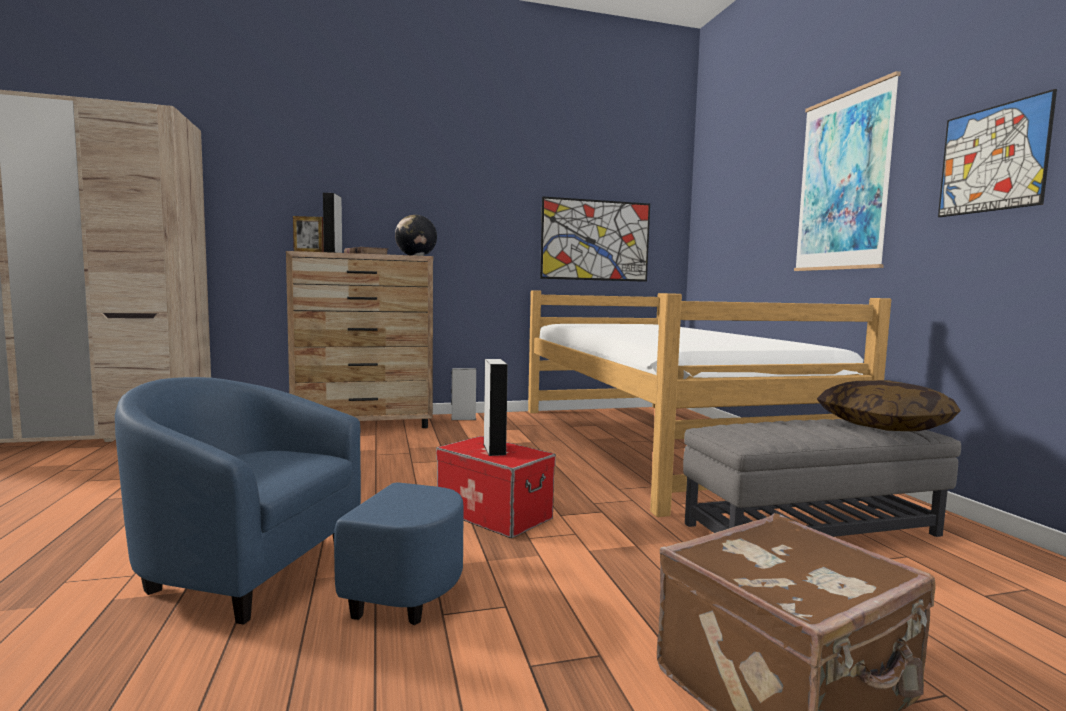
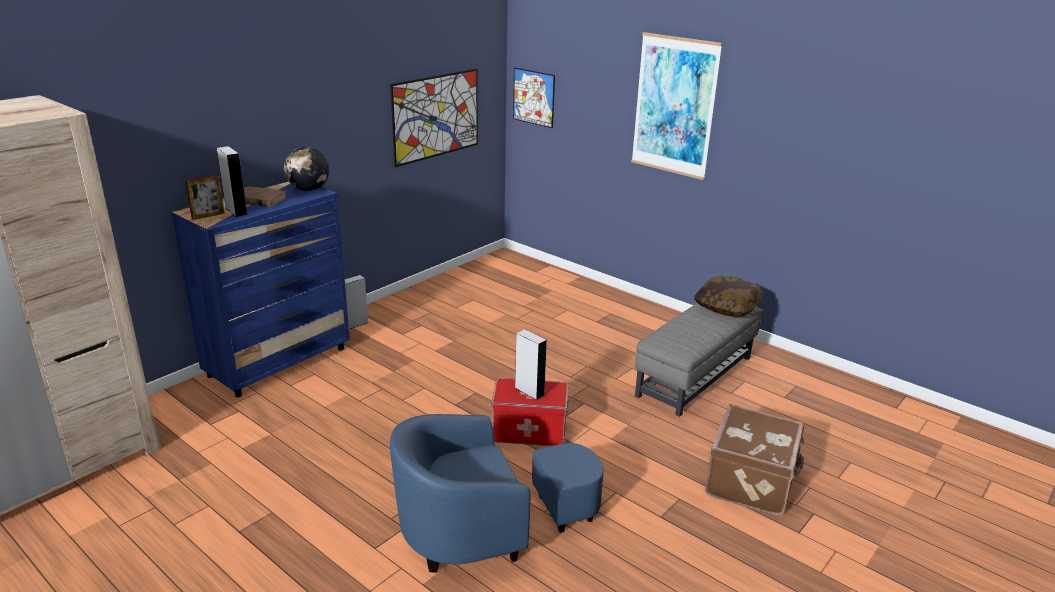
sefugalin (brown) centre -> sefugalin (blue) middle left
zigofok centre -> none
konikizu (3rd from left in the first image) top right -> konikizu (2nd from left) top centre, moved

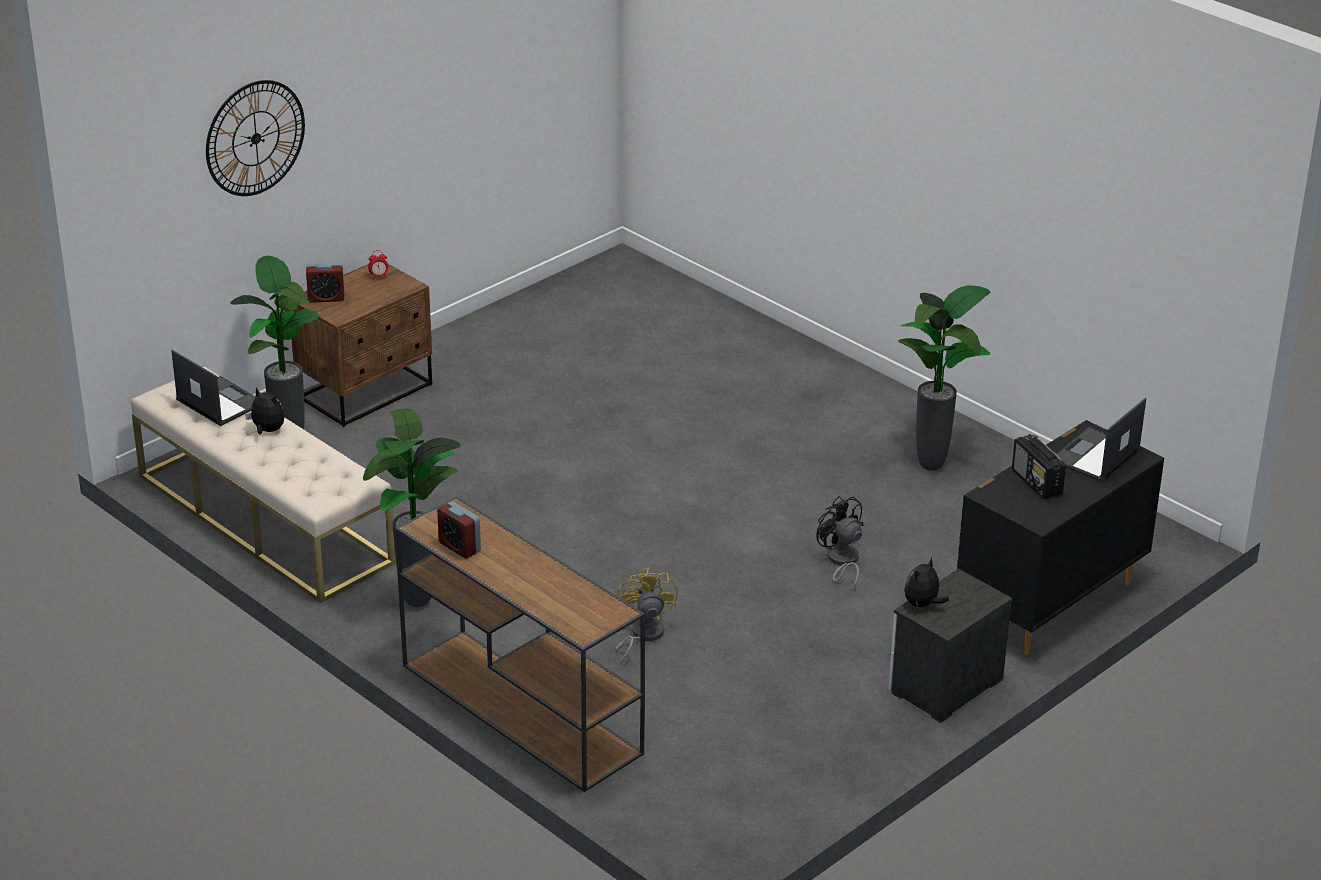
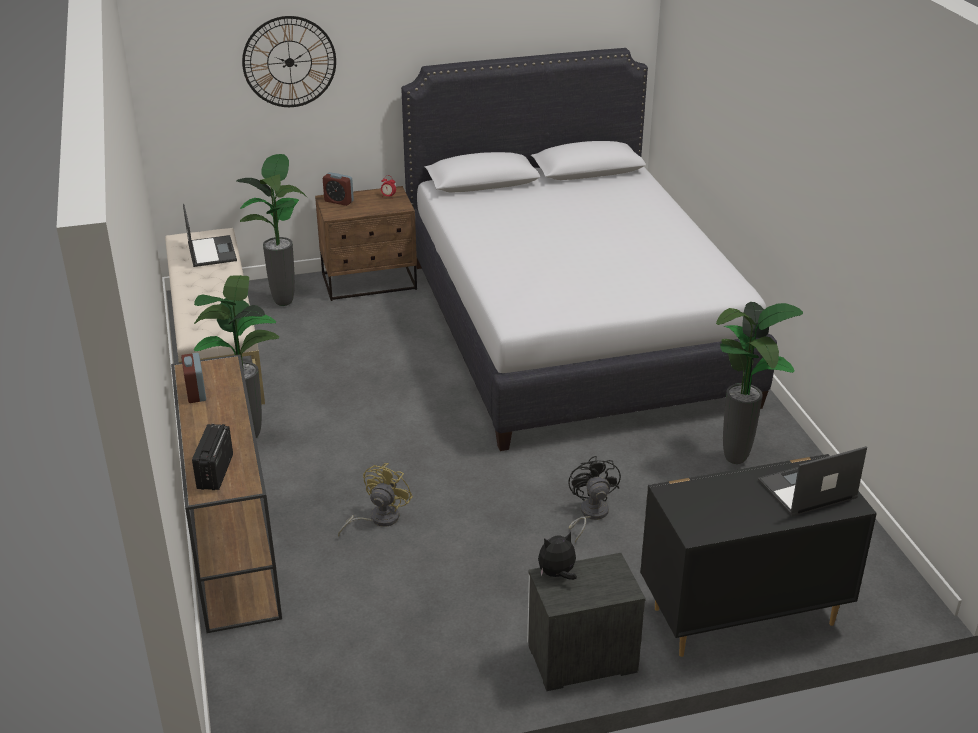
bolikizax (1st from left) middle left -> none
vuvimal middle right -> vuvimal middle left, moved
none -> zigofok (white) centre

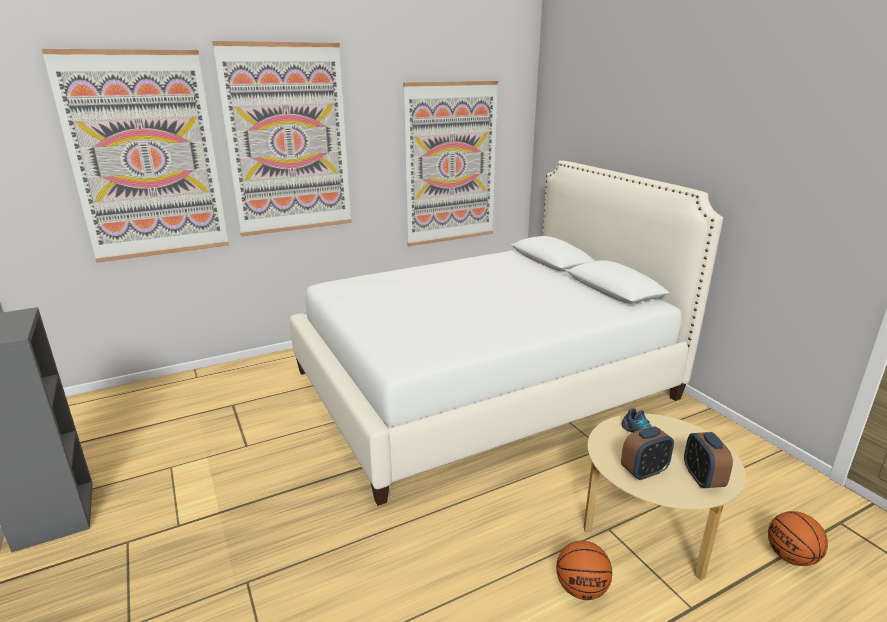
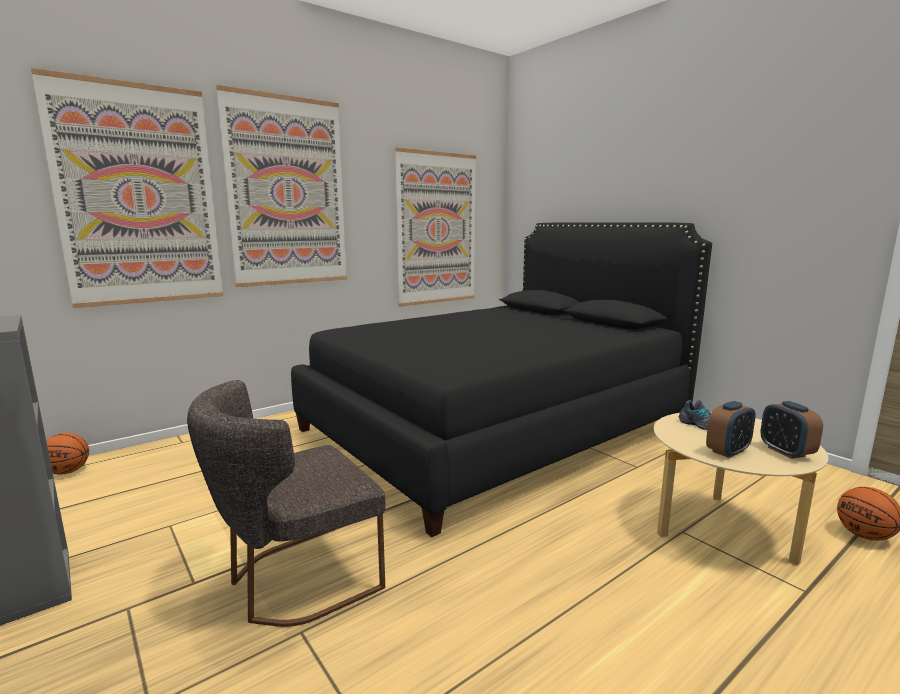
zigofok (white) centre -> zigofok (black) centre
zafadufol (1st from left) bottom centre -> zafadufol (1st from left) middle left, moved
none -> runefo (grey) bottom left

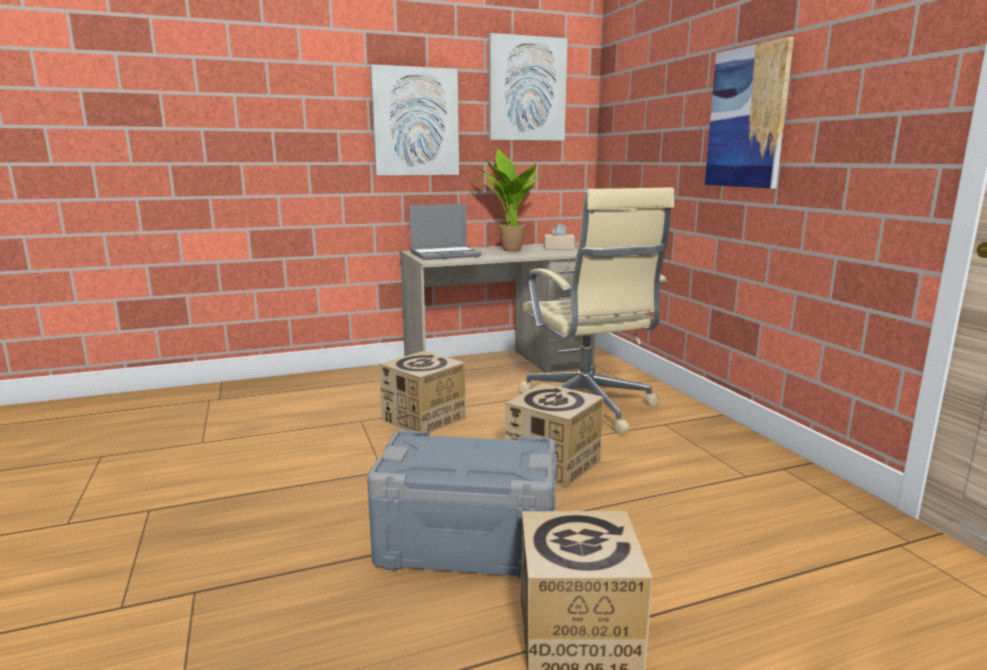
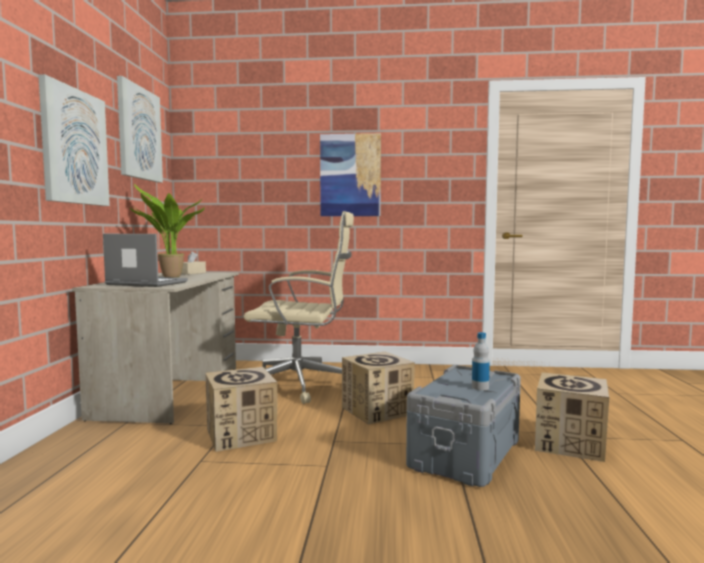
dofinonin centre -> dofinonin middle left, 75 degrees counterclockwise
none -> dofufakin middle right

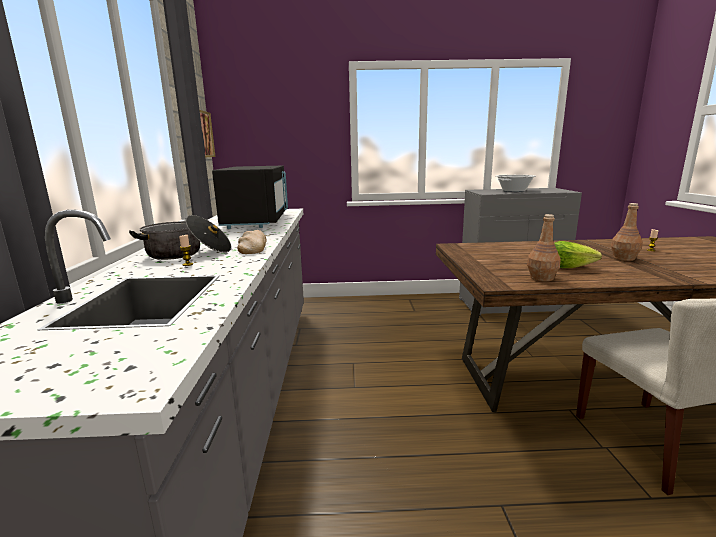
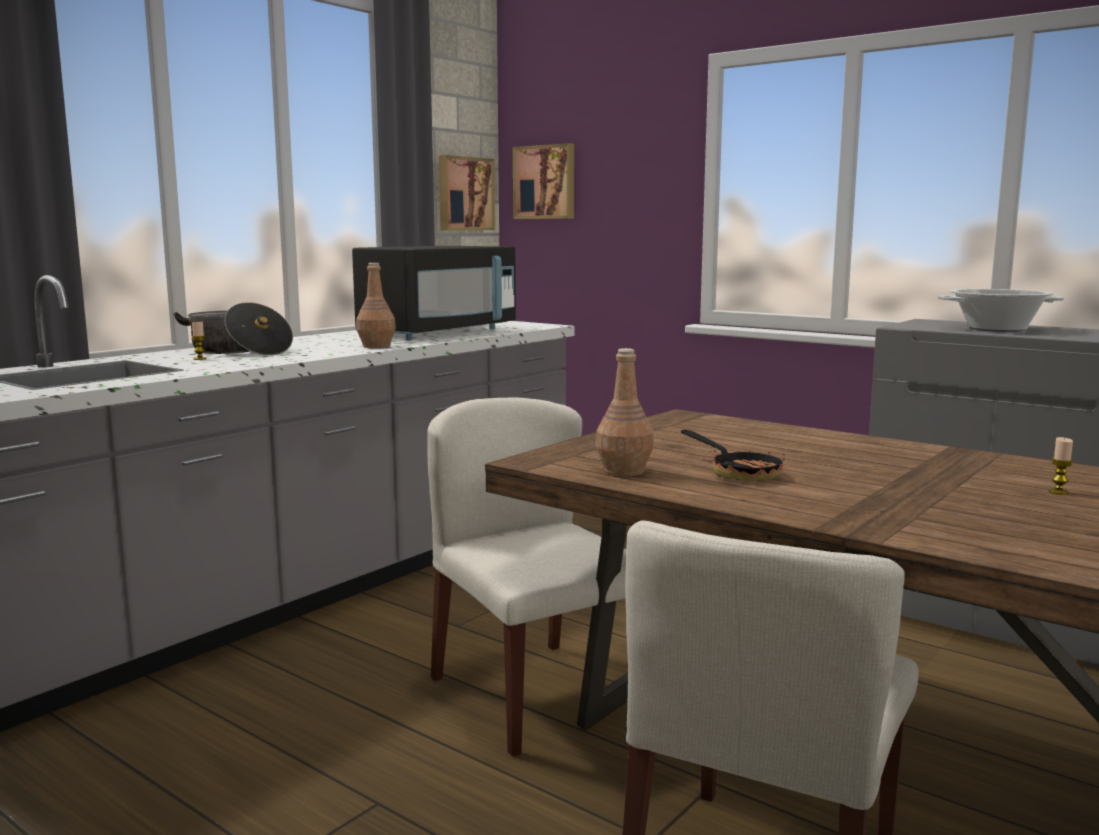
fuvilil centre -> none
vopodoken middle right -> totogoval middle right
dofufakin (brown) (2nd from left in the first image) middle right -> dofufakin (brown) (1st from left) centre, moved
none -> runefo (beige) (1st from left) bottom centre
none -> konikizu (2nd from left) top centre

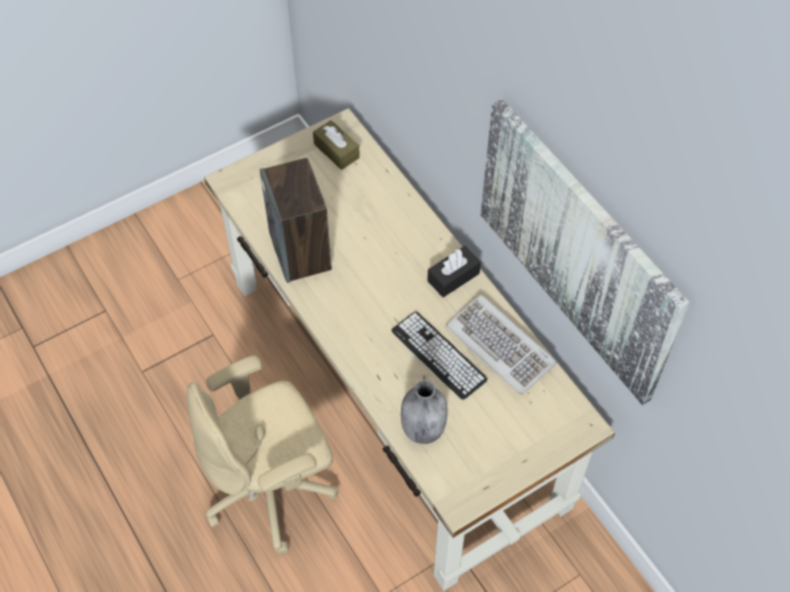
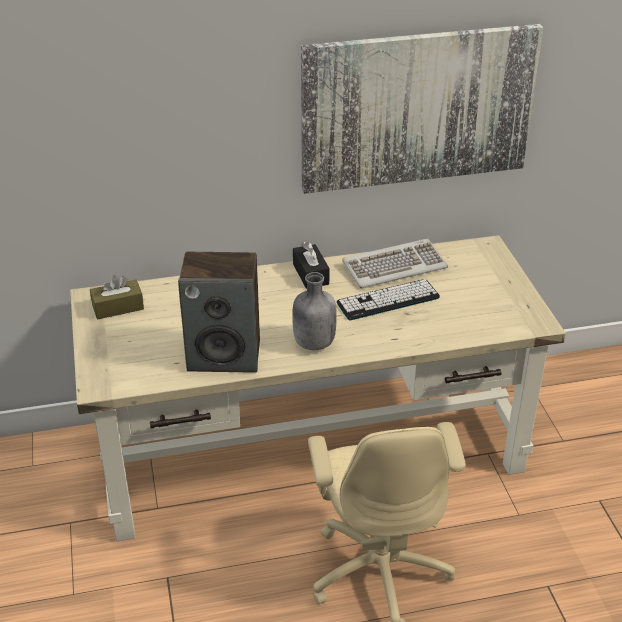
dofufakin (grey) bottom centre -> dofufakin (grey) centre, moved

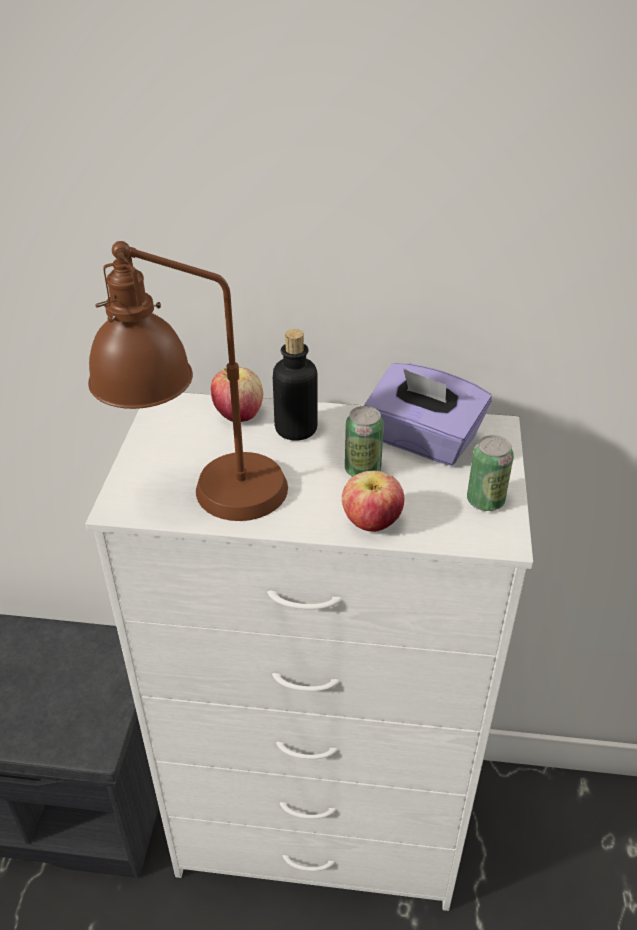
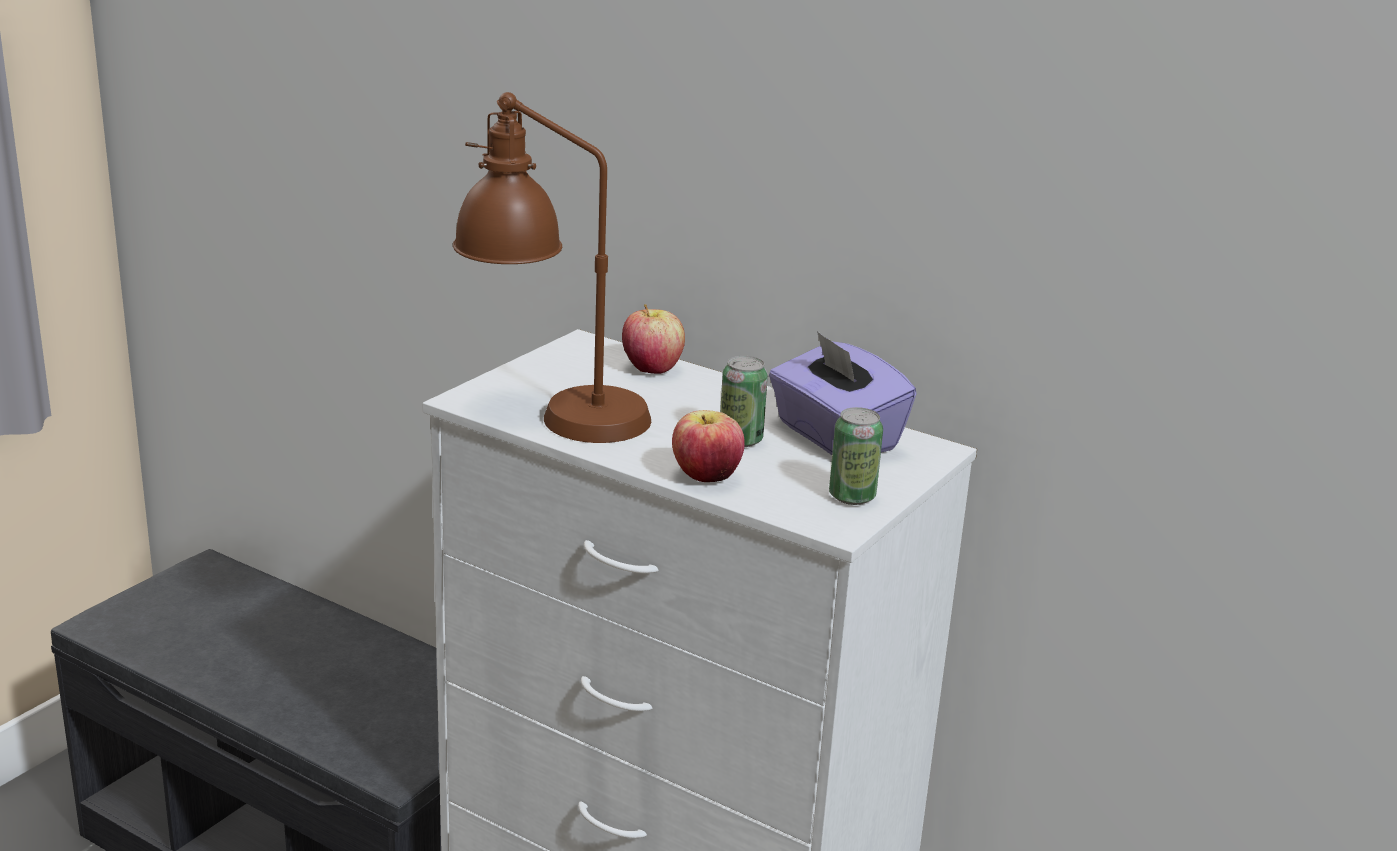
dofufakin centre -> none

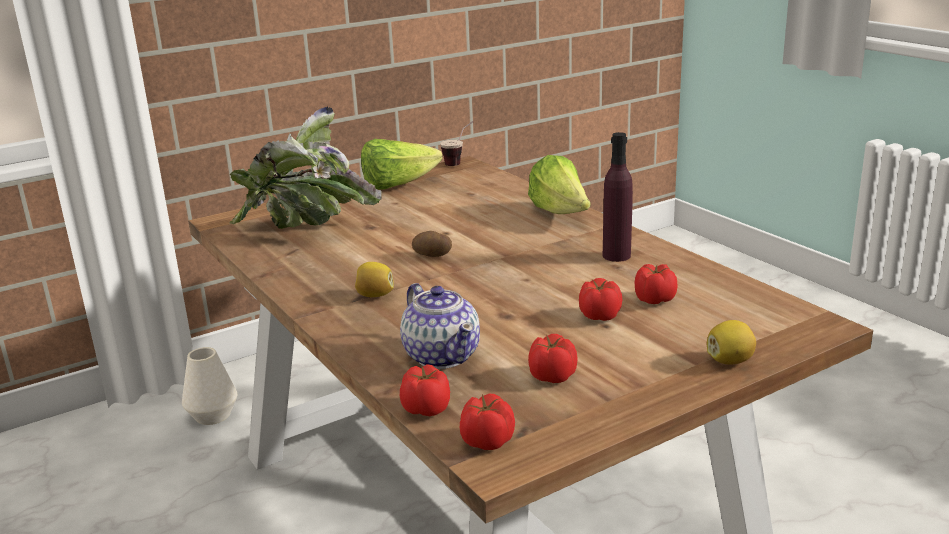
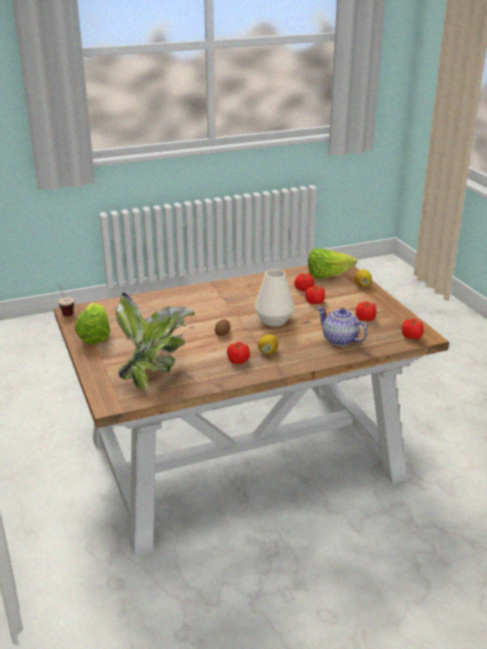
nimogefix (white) bottom left -> nimogefix (white) centre, moved
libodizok centre -> libodizok middle right, 120 degrees counterclockwise
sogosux (1st from left) bottom centre -> sogosux (1st from left) centre, moved
vopodoken (2nd from left) centre -> vopodoken (2nd from left) middle right, moved
dofufakin (purple) centre -> none

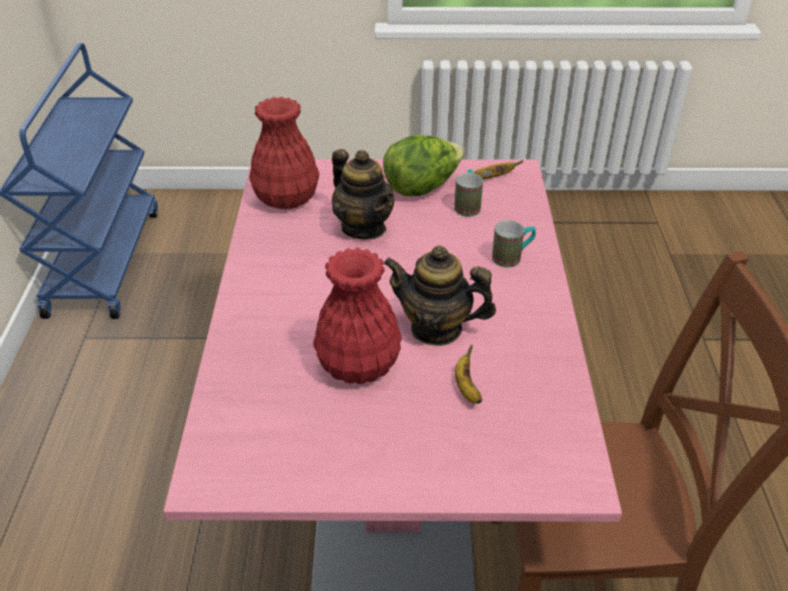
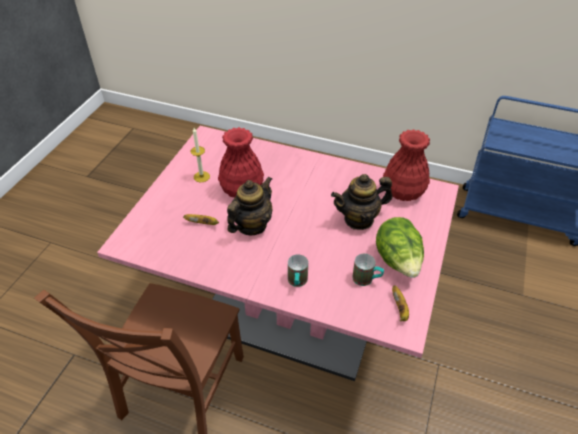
none -> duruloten centre

